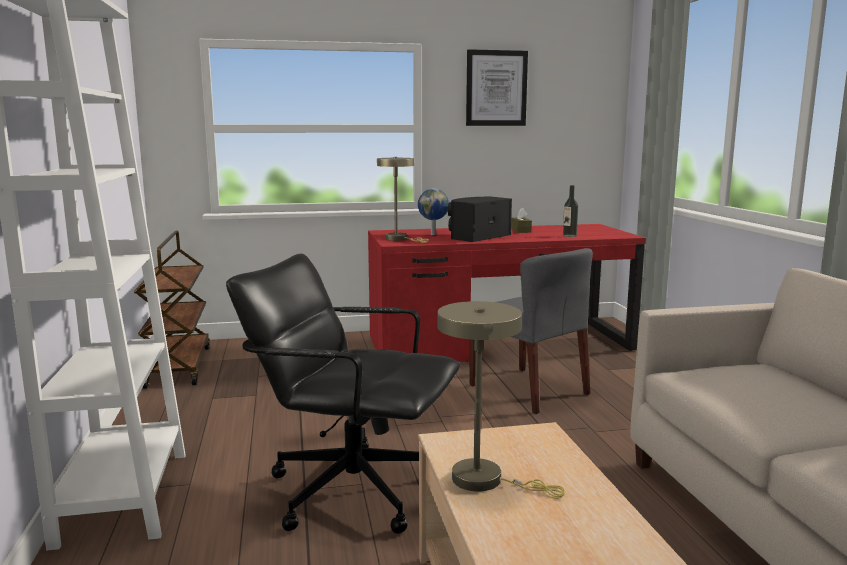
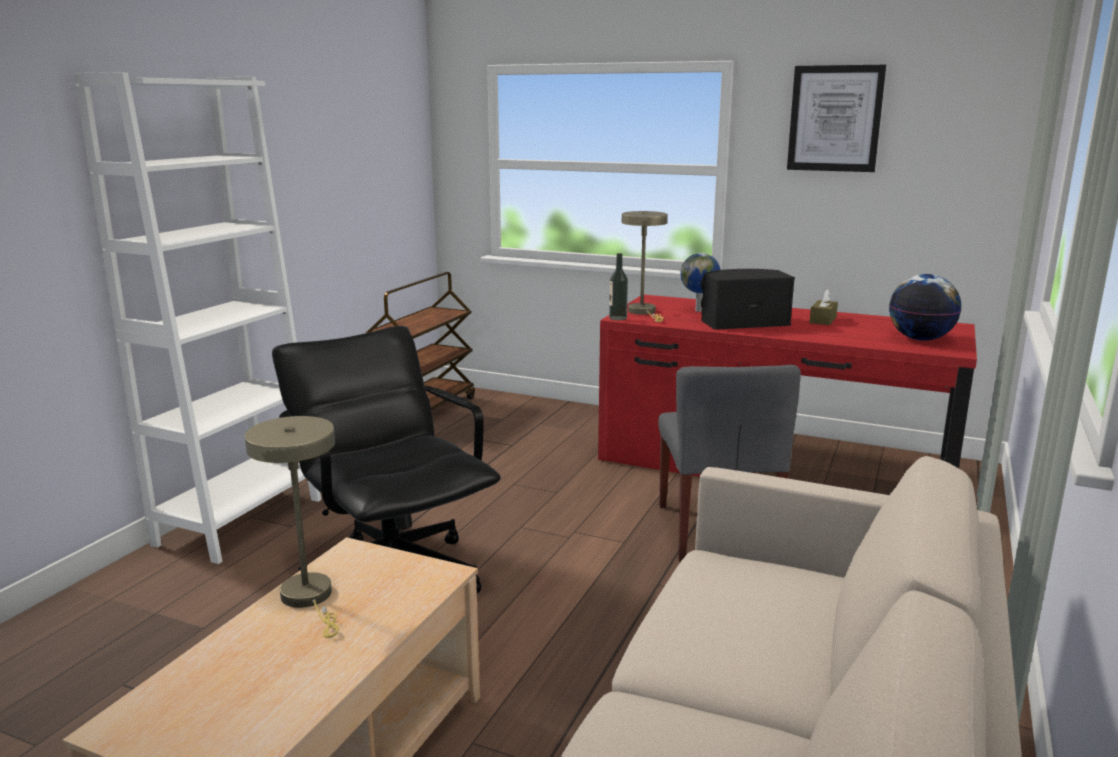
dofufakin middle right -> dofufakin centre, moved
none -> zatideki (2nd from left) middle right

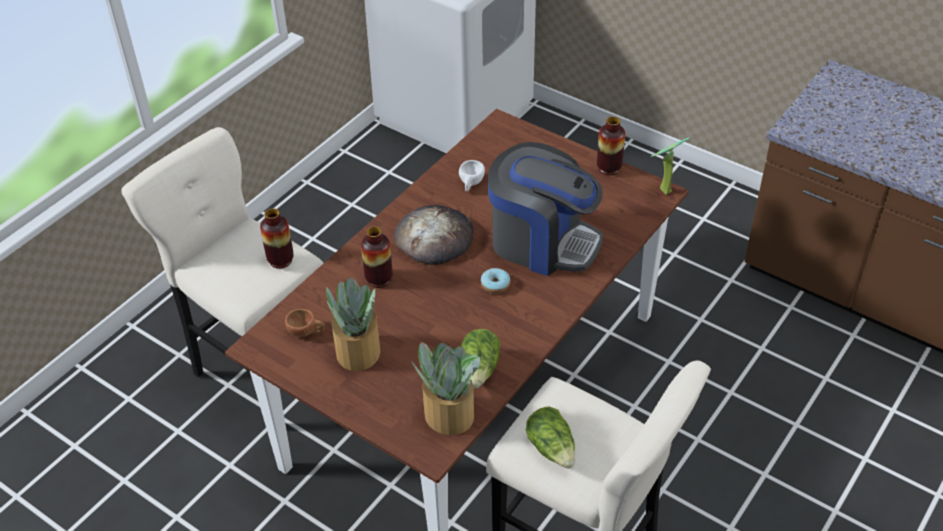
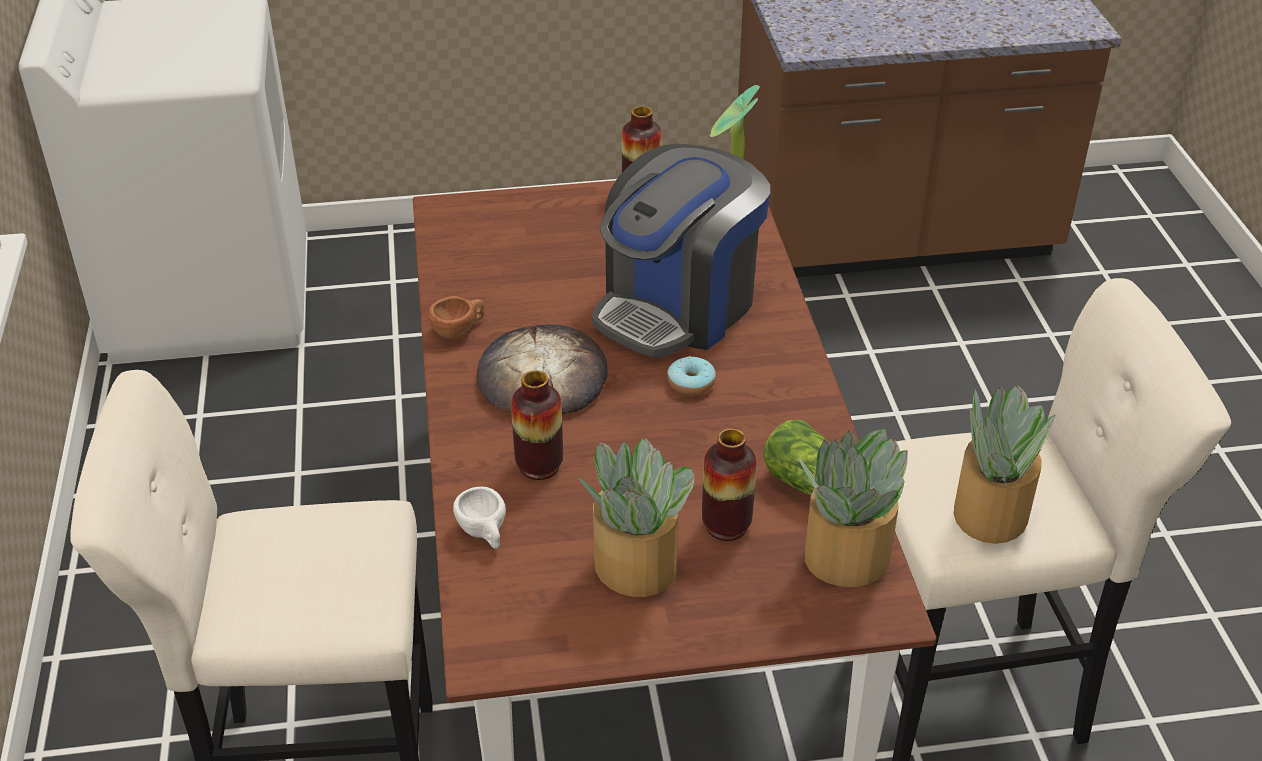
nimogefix (1st from left in the first image) middle left -> nimogefix (3rd from left) centre, moved
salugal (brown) middle left -> salugal (brown) centre, moved
salugal (white) top centre -> salugal (white) bottom centre, moved
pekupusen centre -> pekupusen top centre, 150 degrees clockwise
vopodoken (2nd from left) bottom centre -> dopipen (4th from left) middle right

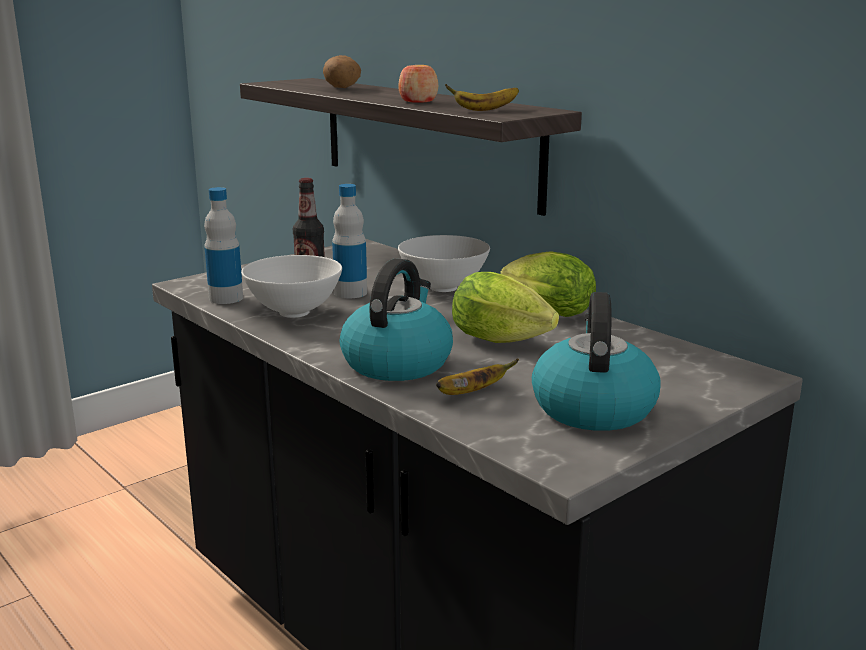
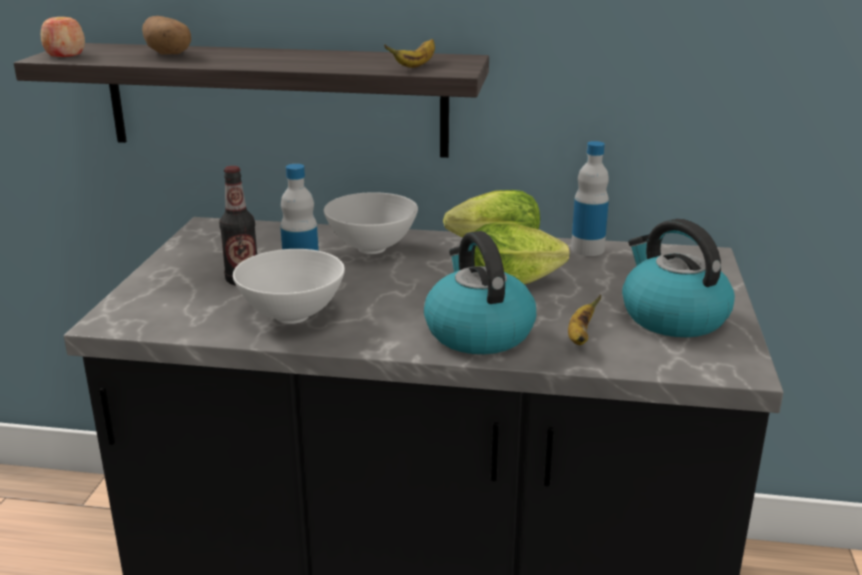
dofufakin (1st from left in the first image) middle left -> dofufakin (3rd from left) middle right, moved
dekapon top centre -> dekapon top left, moved

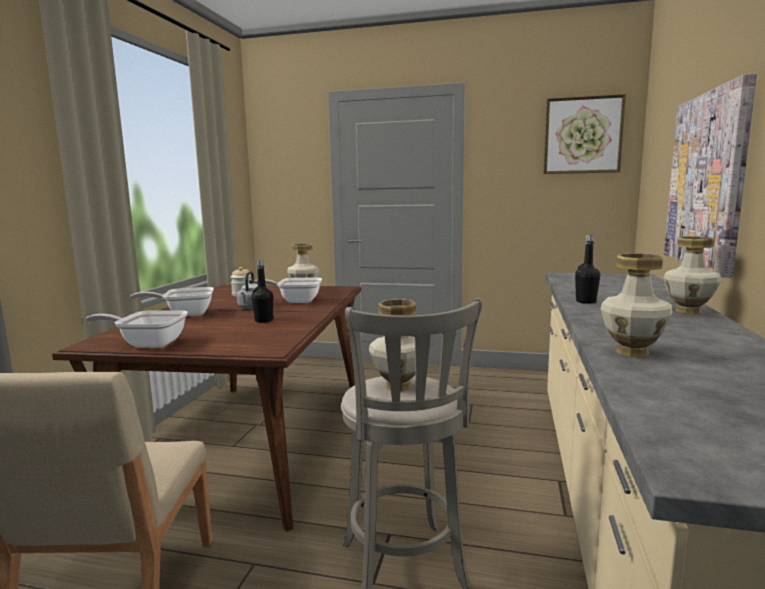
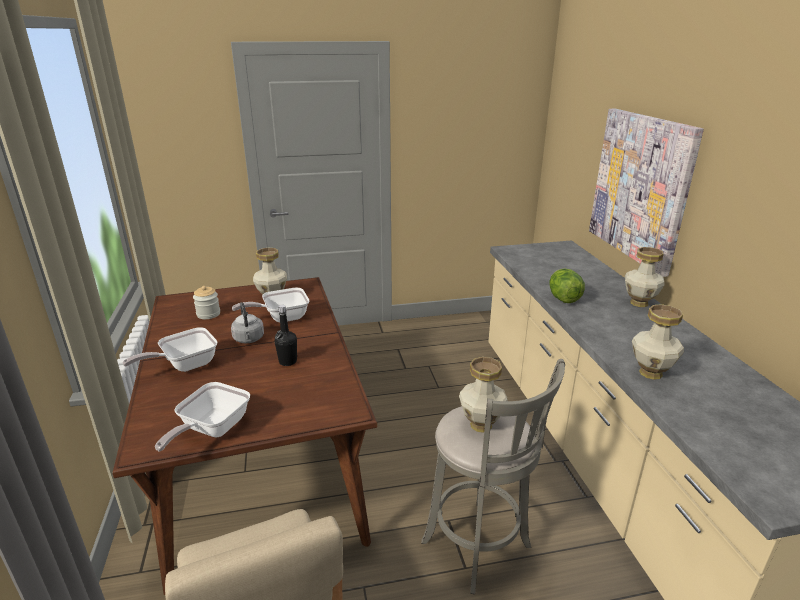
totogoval (1st from left in the first image) middle left -> totogoval (2nd from left) bottom left, 45 degrees counterclockwise
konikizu (1st from left) top right -> none
dofufakin (black) (2nd from left) middle right -> vopodoken middle right

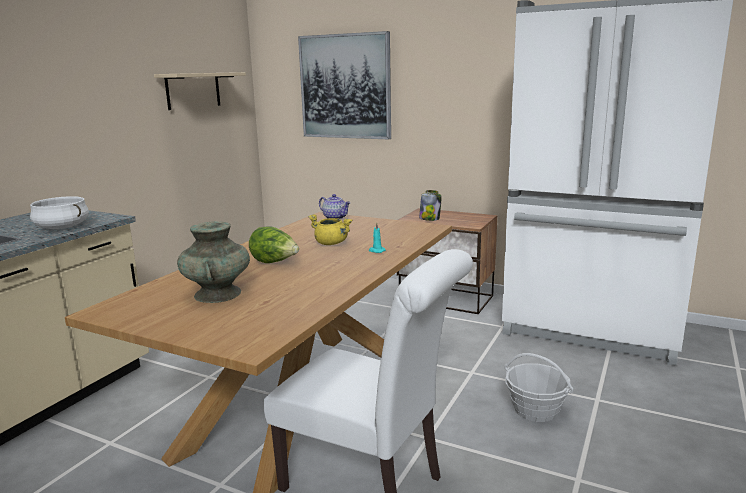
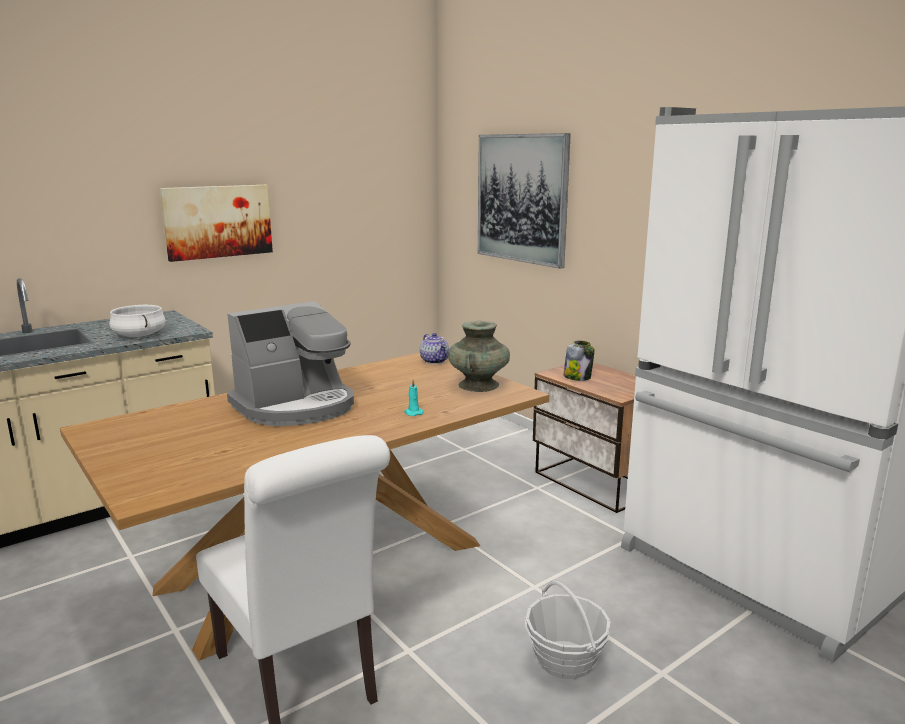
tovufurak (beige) top left -> none
nimogefix (turquoise) middle left -> nimogefix (turquoise) centre, moved
vopodoken centre -> pekupusen middle left
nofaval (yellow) centre -> none
none -> konikizu (1st from left) top left

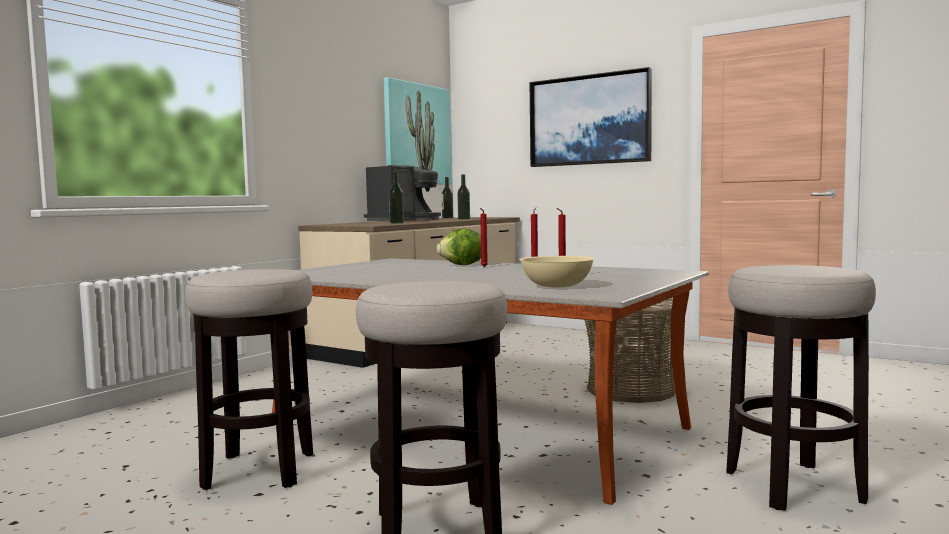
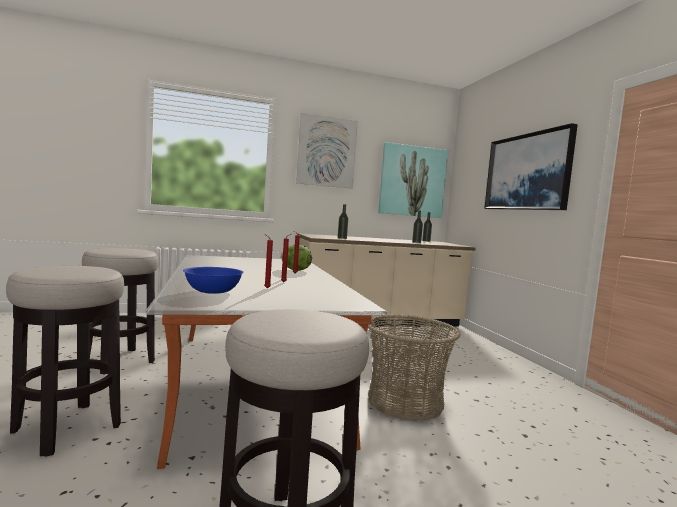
pekupusen centre -> none
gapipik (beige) centre -> gapipik (blue) middle left
none -> konikizu (1st from left) top centre

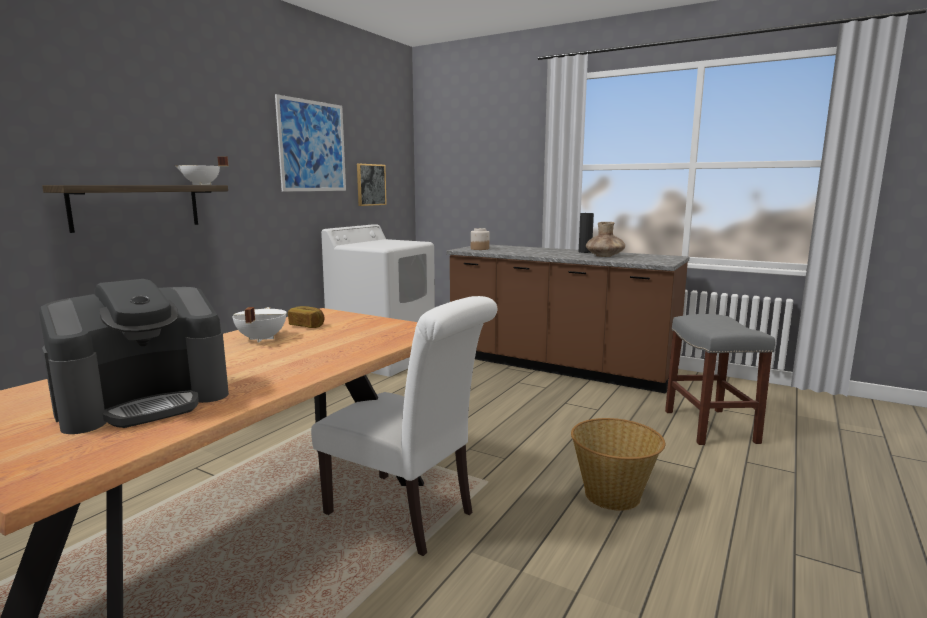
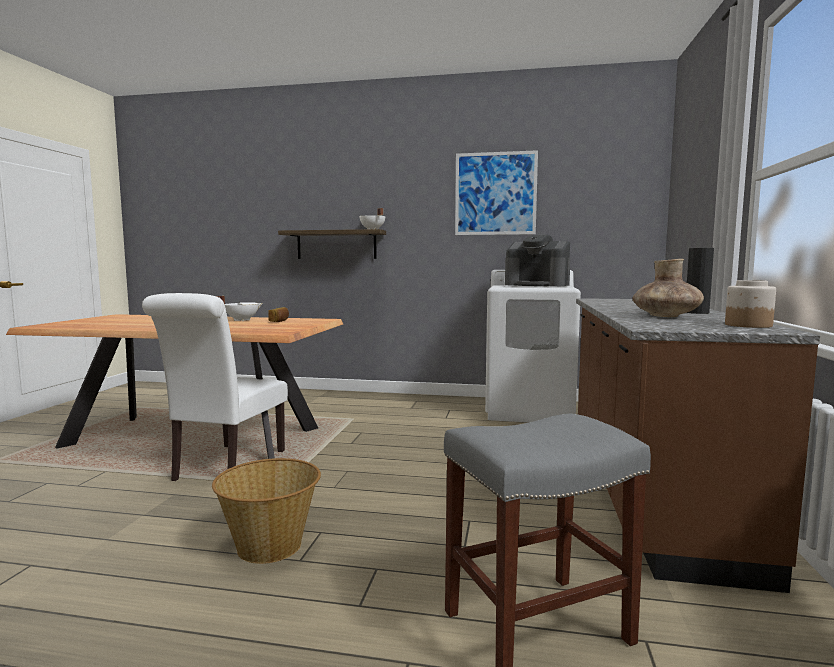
pekupusen middle left -> pekupusen centre, moved
konikizu (2nd from left) top centre -> none
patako centre -> patako middle right, moved

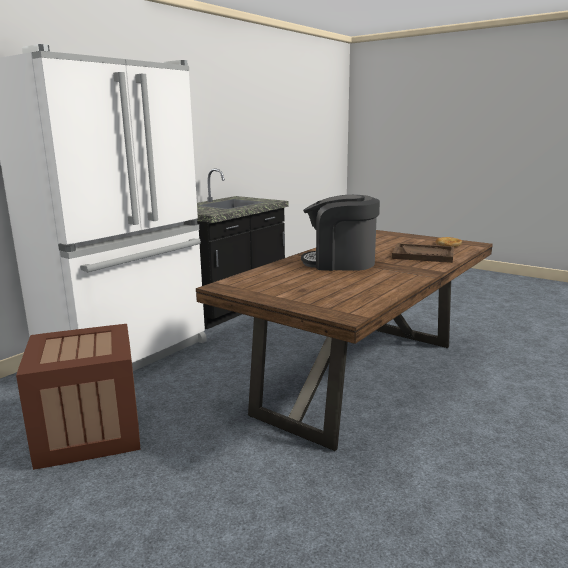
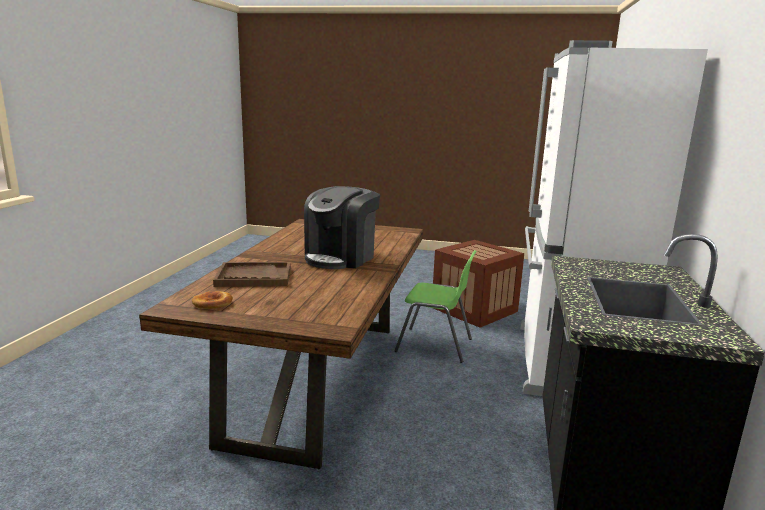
pekupusen centre, 135 degrees clockwise
none -> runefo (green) centre

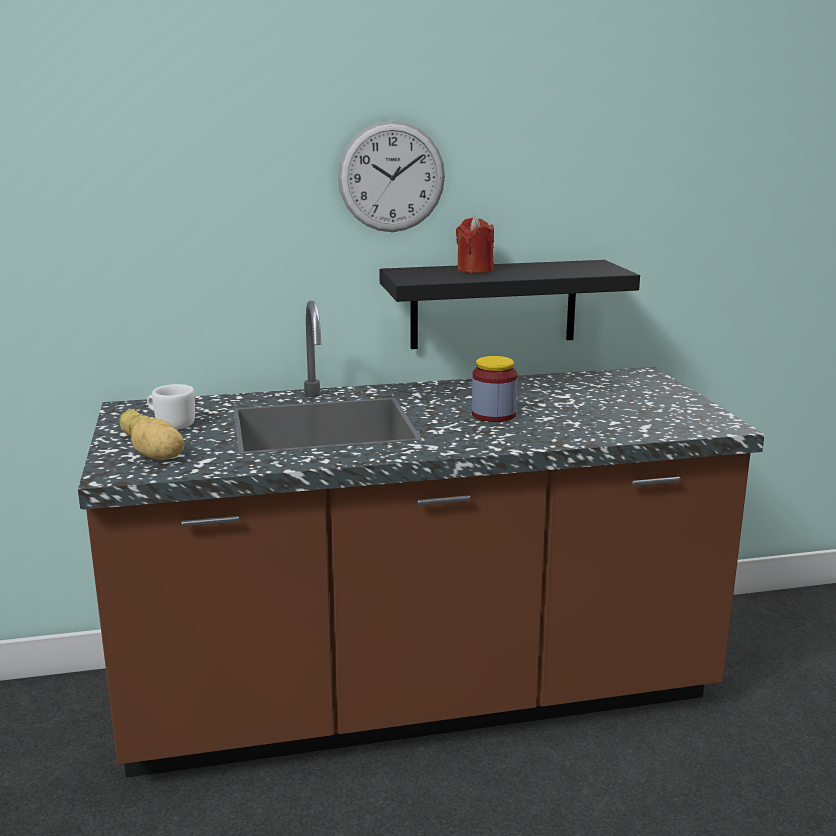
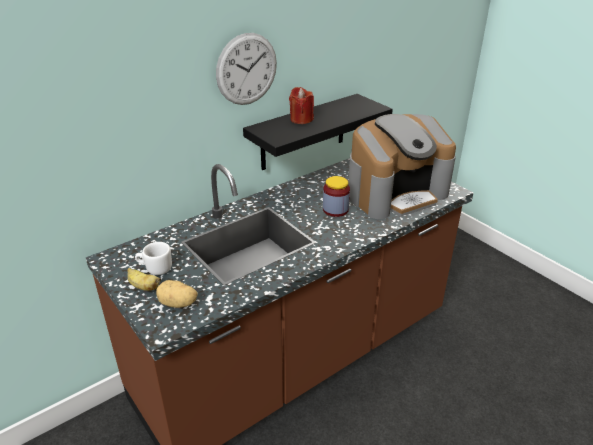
none -> pekupusen middle right

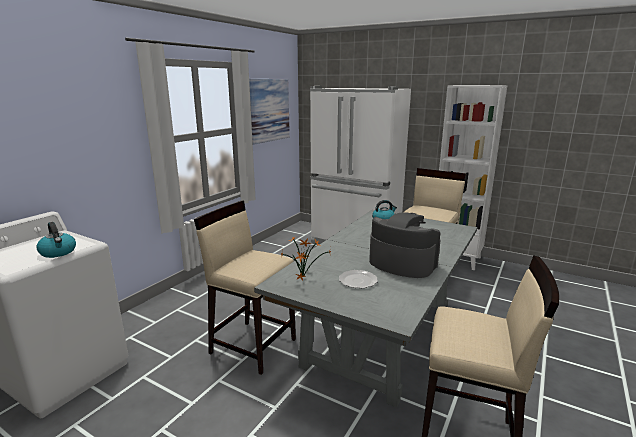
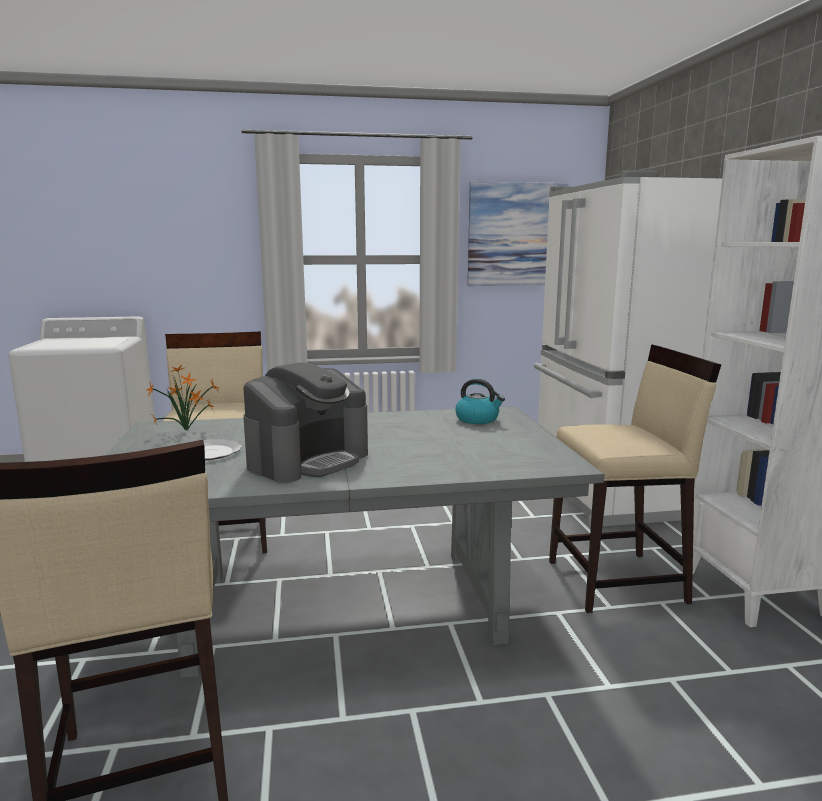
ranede (1st from left) middle left -> none
pekupusen centre, 45 degrees clockwise

